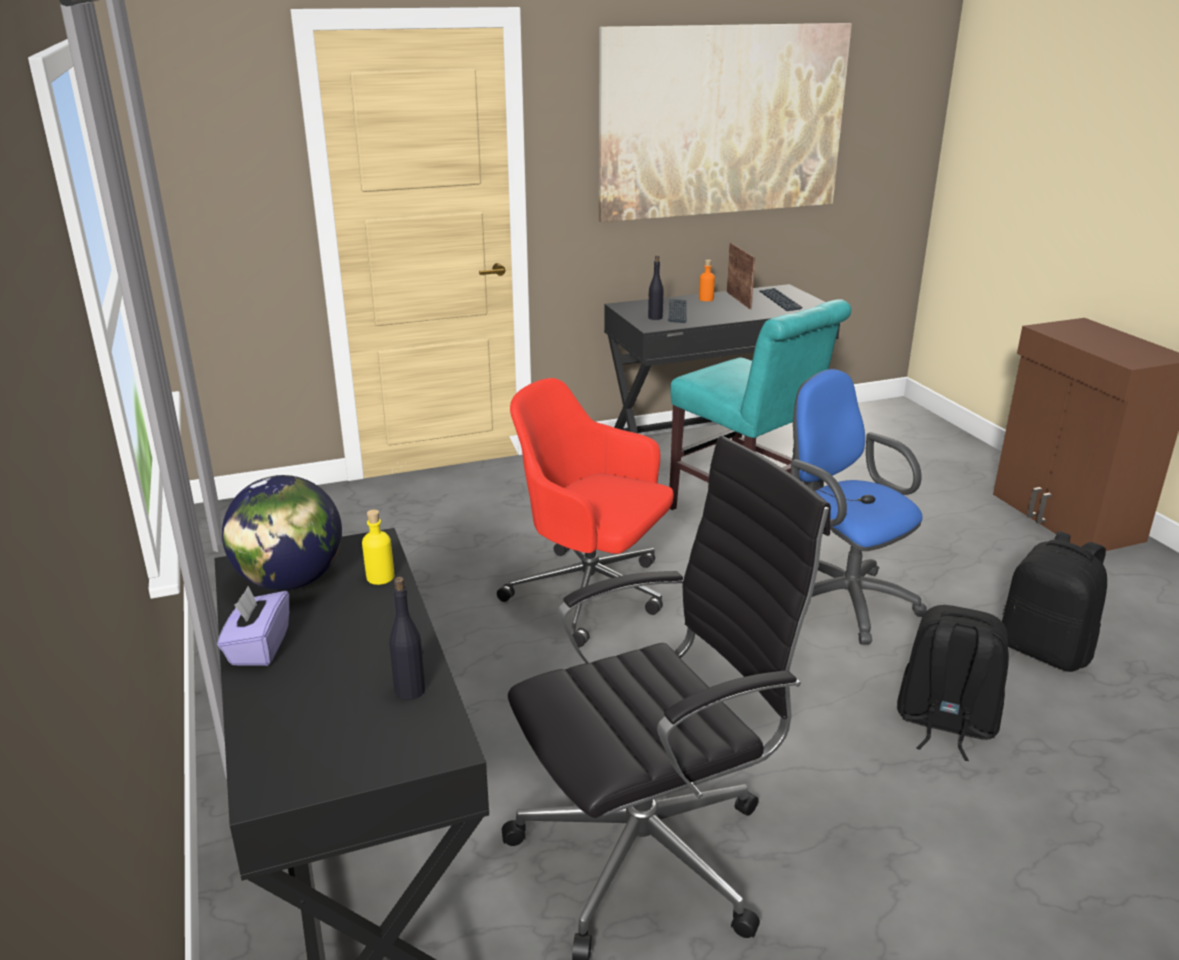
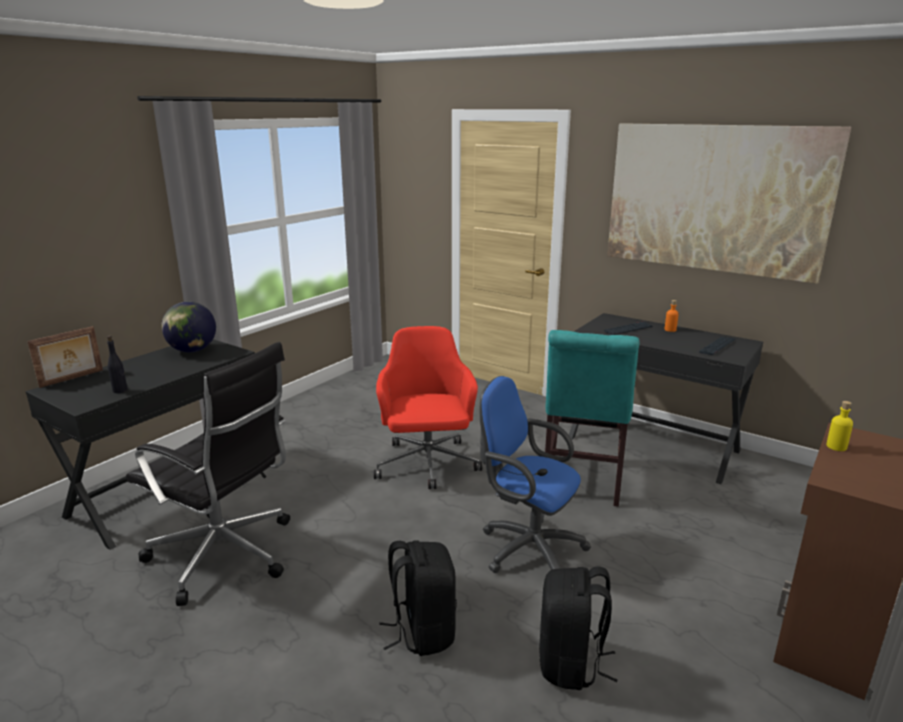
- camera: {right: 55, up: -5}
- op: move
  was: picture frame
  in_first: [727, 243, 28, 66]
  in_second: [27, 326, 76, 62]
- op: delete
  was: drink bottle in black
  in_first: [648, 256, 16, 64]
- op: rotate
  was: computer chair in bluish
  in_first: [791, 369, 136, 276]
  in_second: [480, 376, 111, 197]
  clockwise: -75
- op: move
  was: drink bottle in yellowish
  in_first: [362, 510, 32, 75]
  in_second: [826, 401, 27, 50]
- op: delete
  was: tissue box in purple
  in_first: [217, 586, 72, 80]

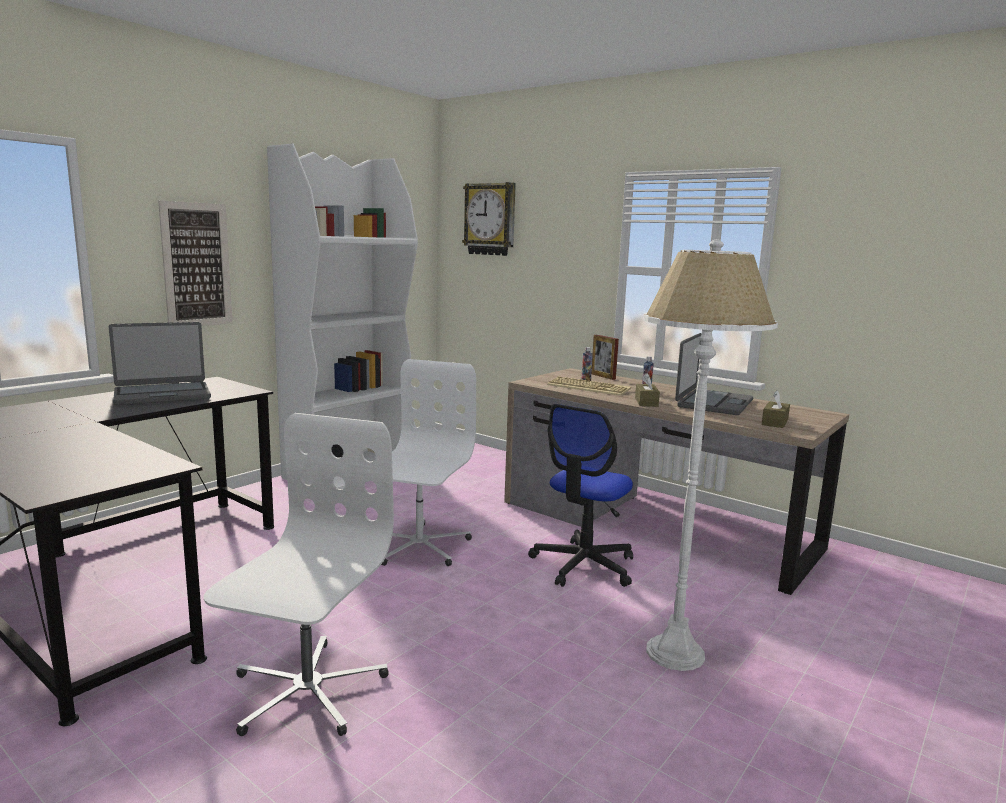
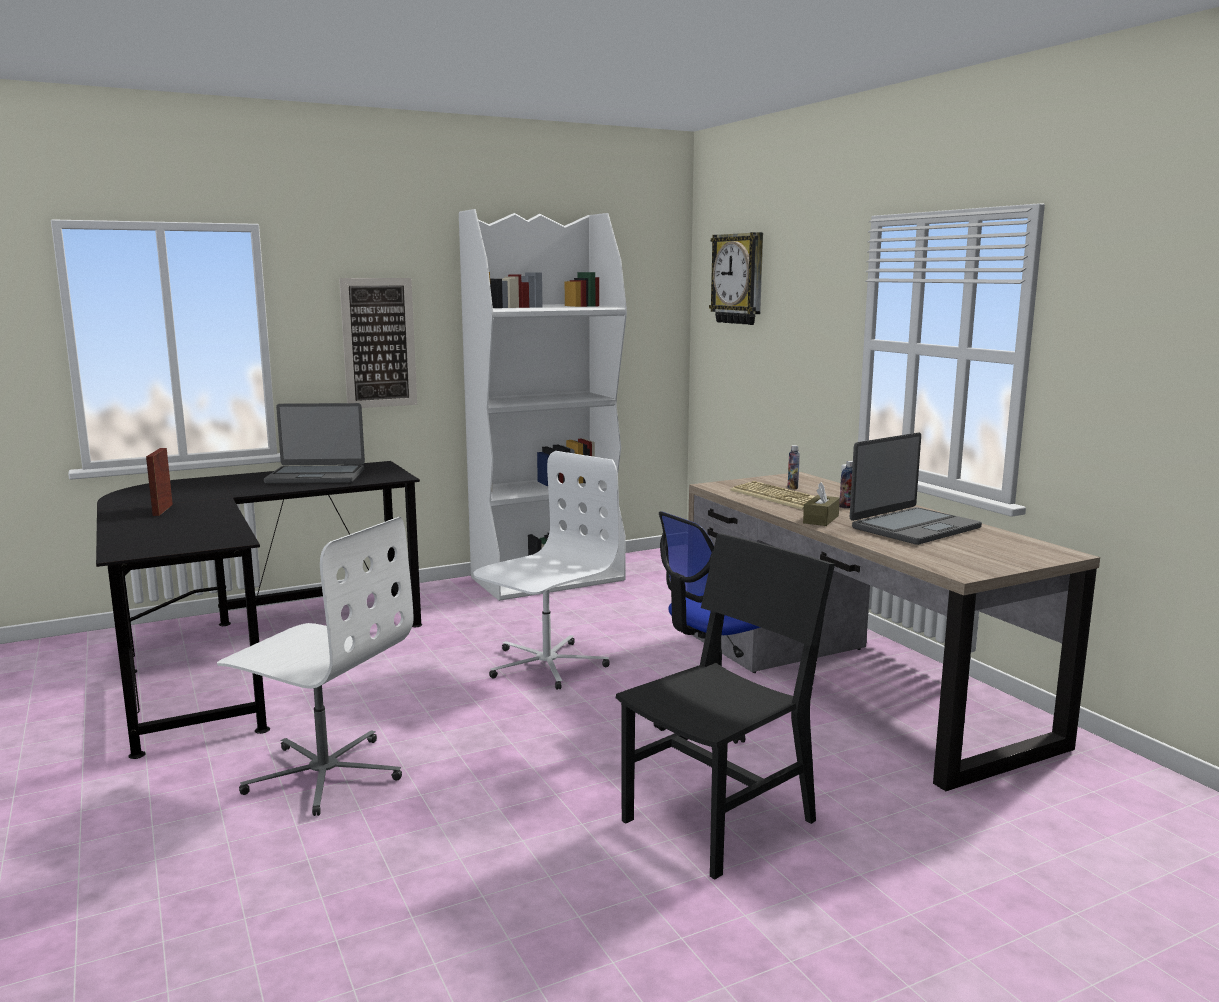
- camera: {right: 25, up: 0}
- op: replace
  was: floor lamp in white
  now: upright chair in black
  in_first: [643, 239, 135, 432]
  in_second: [616, 534, 219, 346]
- op: move
  was: picture frame
  in_first: [591, 335, 28, 45]
  in_second: [146, 448, 27, 68]
- op: delete
  was: tissue box in brown-coloured
  in_first: [762, 390, 28, 38]
- op: rotate
  was: computer chair in white
  in_first: [204, 413, 190, 323]
  in_second: [217, 517, 196, 299]
  clockwise: 75

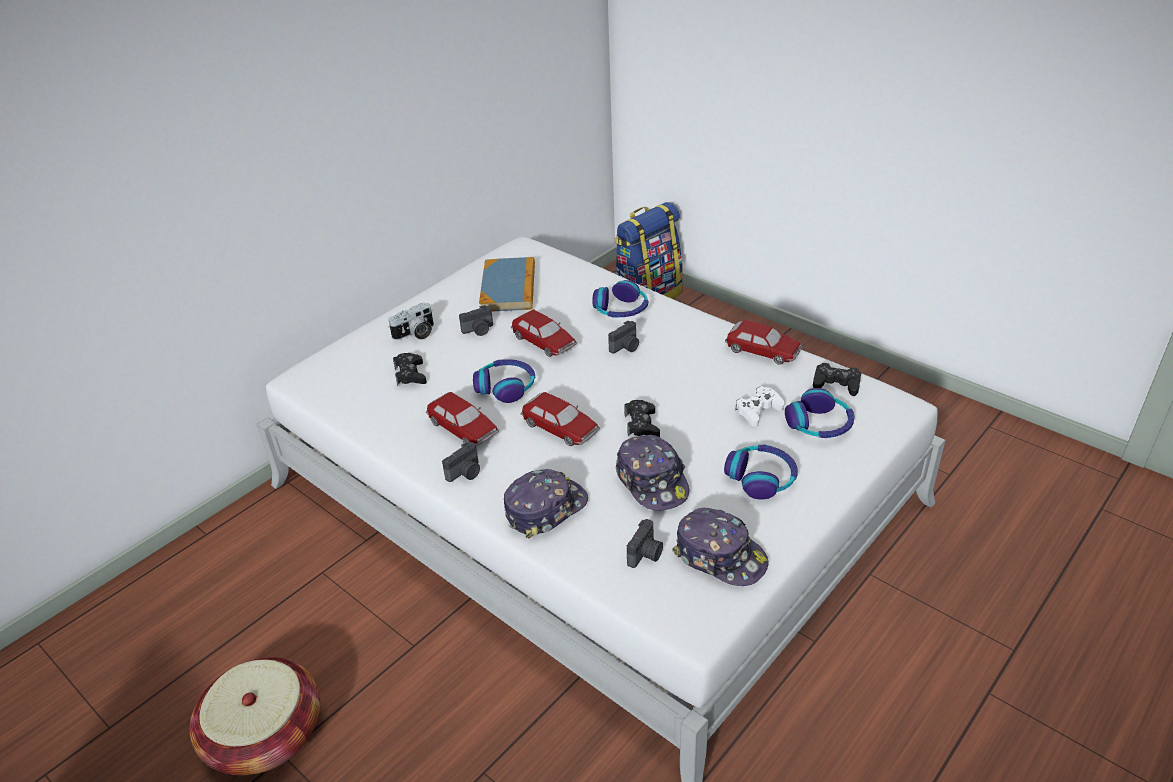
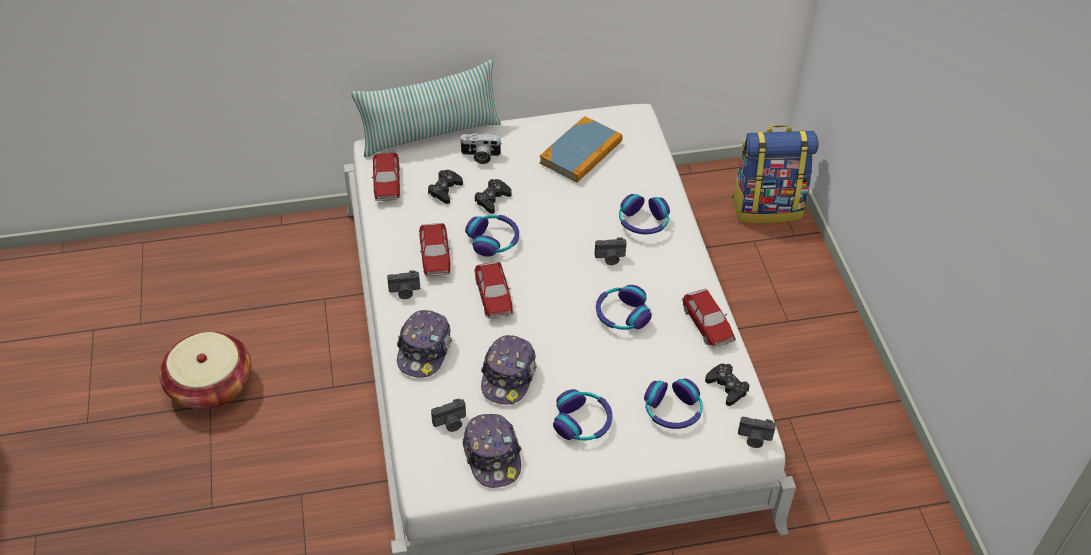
- camera: {right: 35, up: 10}
- op: move
  was: still camera
  in_first: [459, 305, 34, 31]
  in_second: [738, 417, 38, 31]
- op: move
  was: toy car
  in_first: [511, 310, 66, 47]
  in_second: [372, 153, 28, 48]
- op: delete
  was: game controller in white
  in_first: [735, 386, 49, 41]
- op: move
  was: game controller in black
  in_first: [624, 400, 36, 37]
  in_second: [475, 179, 37, 35]
- op: rotate
  was: peaked cap
  in_first: [504, 469, 84, 70]
  in_second: [397, 310, 55, 68]
  clockwise: 105
- op: insert
  now: pillow
  in_second: [351, 60, 150, 97]
- op: insert
  now: headphones
  in_second: [596, 285, 56, 45]

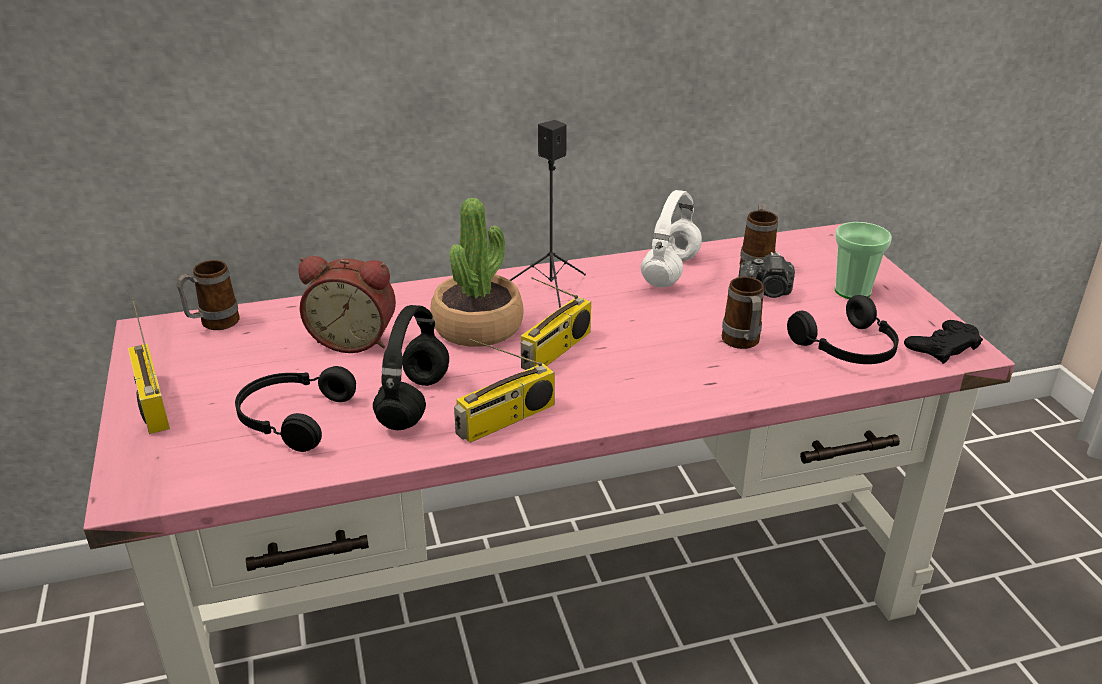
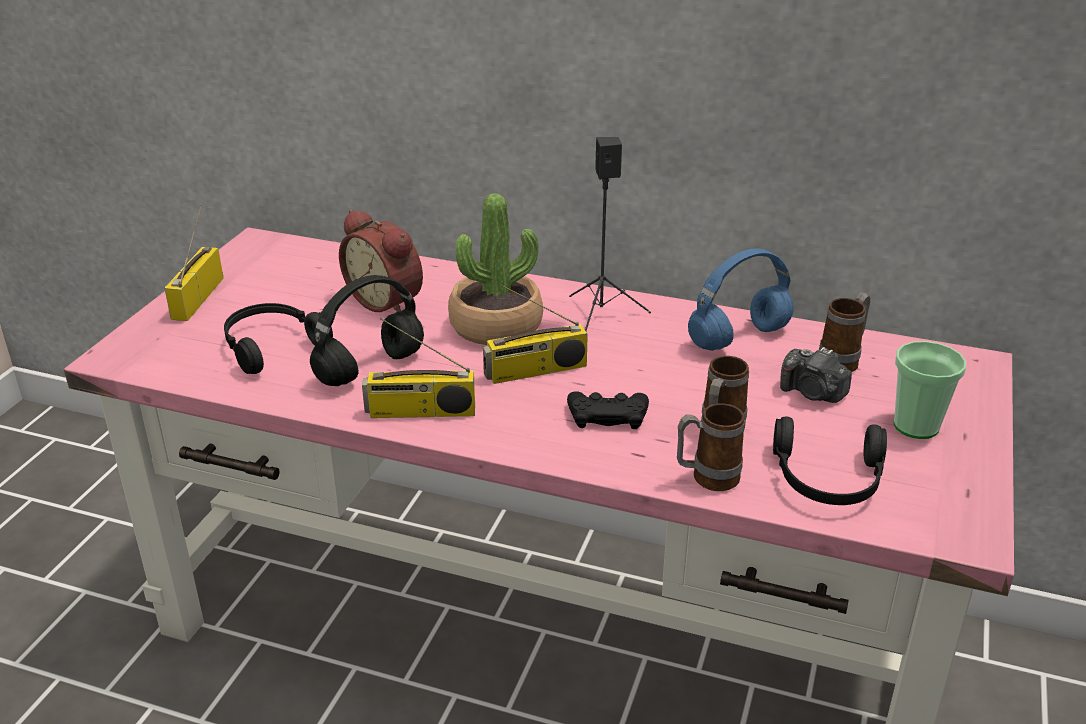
- camera: {right: 35, up: 0}
- op: recolor
  was: headphones in white
  now: headphones in bluish
  in_first: [641, 190, 61, 98]
  in_second: [688, 248, 106, 103]
- op: move
  was: coffee mug
  in_first: [177, 260, 63, 70]
  in_second: [677, 403, 68, 88]
- op: move
  was: game controller in black
  in_first: [904, 320, 79, 44]
  in_second: [567, 391, 82, 38]

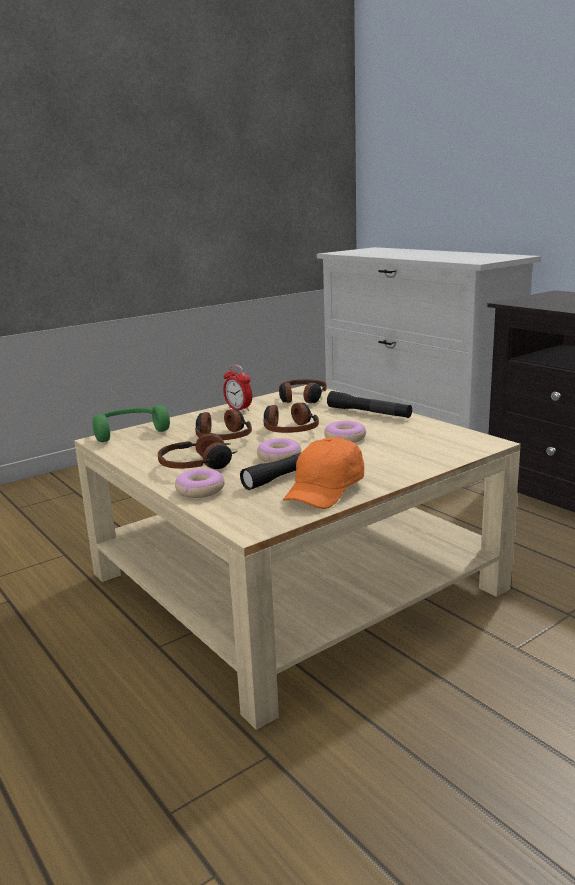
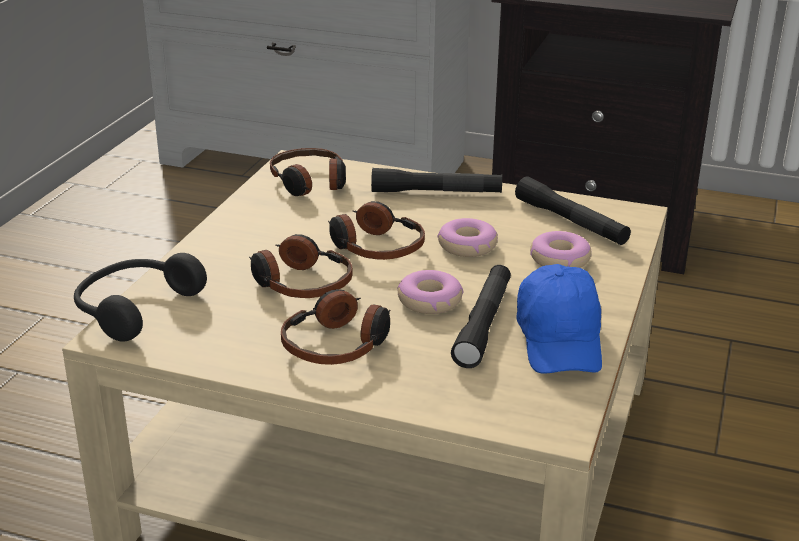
- camera: {right: -35, up: 10}
- op: delete
  was: bedside clock
  in_first: [223, 364, 29, 48]
- op: recolor
  was: headphones in green
  now: headphones in black
  in_first: [93, 405, 77, 37]
  in_second: [74, 253, 133, 89]
- op: recolor
  was: peaked cap in orange-coloured
  now: peaked cap in bluish
  in_first: [283, 437, 81, 72]
  in_second: [517, 264, 85, 110]
- op: move
  was: donut
  in_first: [175, 468, 50, 30]
  in_second: [530, 231, 62, 37]
- op: insert
  now: torch in black
  in_second: [515, 176, 116, 69]

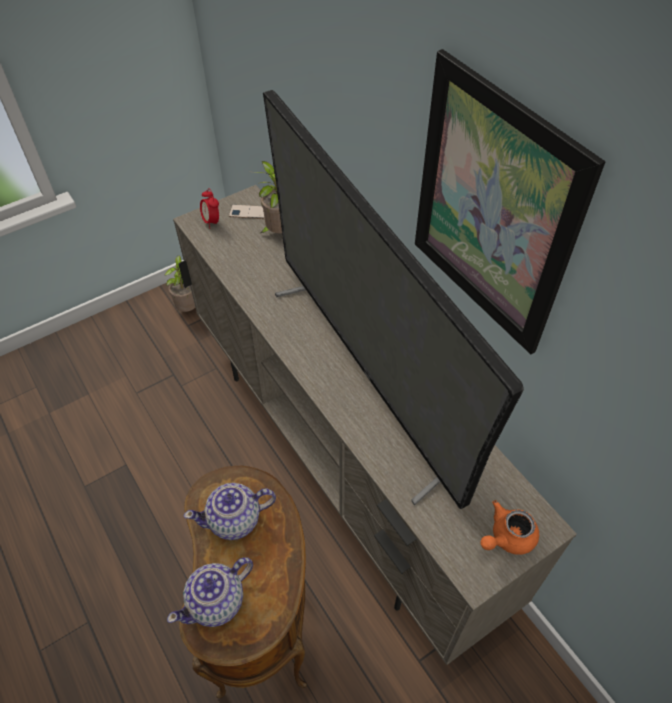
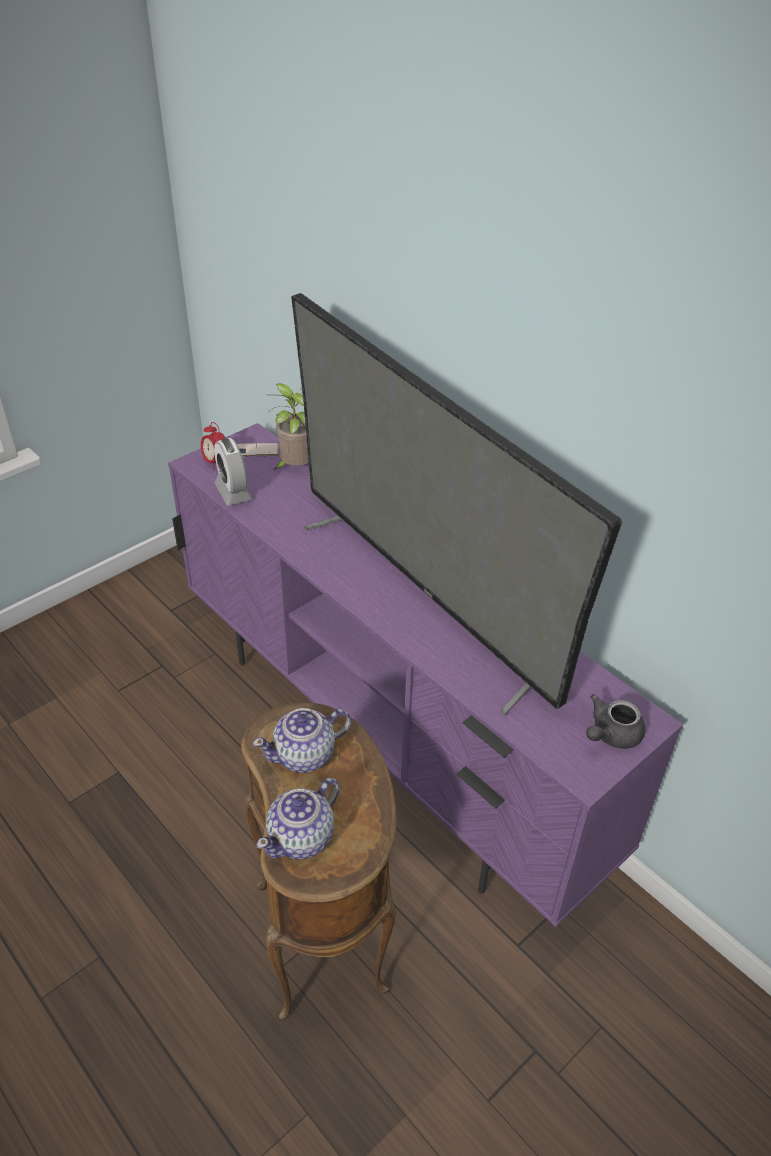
- camera: {right: -10, up: -10}
- op: delete
  was: wall art
  in_first: [415, 49, 190, 305]
- op: recolor
  was: tv stand in beige-coloured
  now: tv stand in purple
  in_first: [173, 185, 404, 480]
  in_second: [168, 423, 515, 504]
- op: delete
  was: plant in a pot
  in_first: [165, 255, 30, 57]
- op: recolor
  was: tea pot in orange-coloured
  now: tea pot in greyish
  in_first: [481, 500, 58, 55]
  in_second: [586, 694, 59, 55]
- op: insert
  now: bedside clock
  in_second: [214, 438, 38, 68]

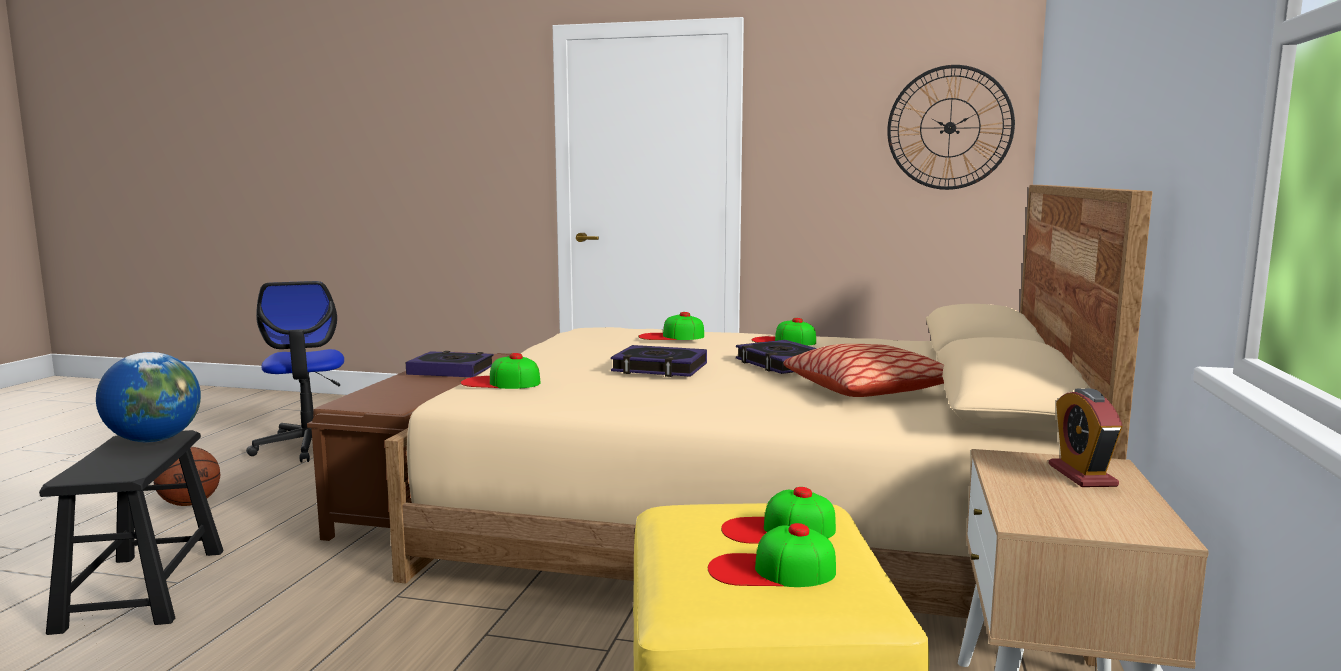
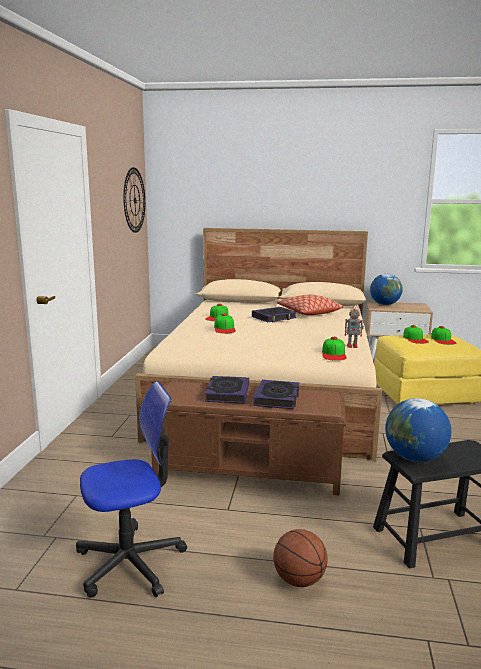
- camera: {right: -95, up: 5}
- op: move
  was: volume
  in_first: [611, 345, 96, 32]
  in_second: [253, 380, 46, 29]
- op: replace
  was: bedside clock
  now: desk globe
  in_first: [1049, 388, 73, 99]
  in_second: [370, 274, 33, 31]
- op: insert
  now: toy robot
  in_second: [345, 305, 19, 43]

